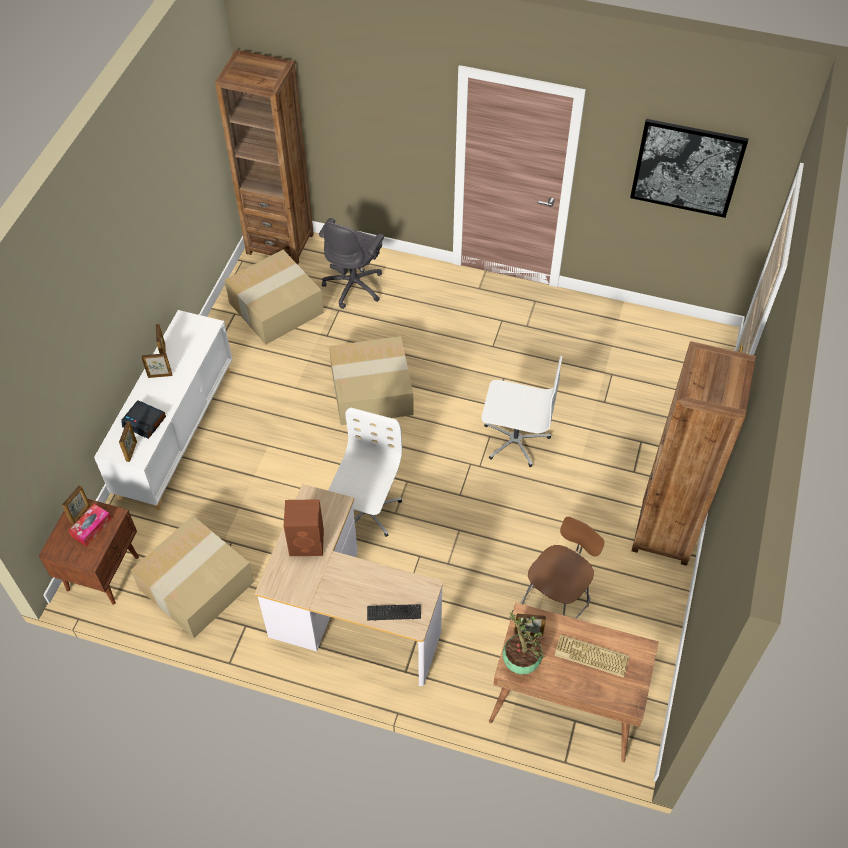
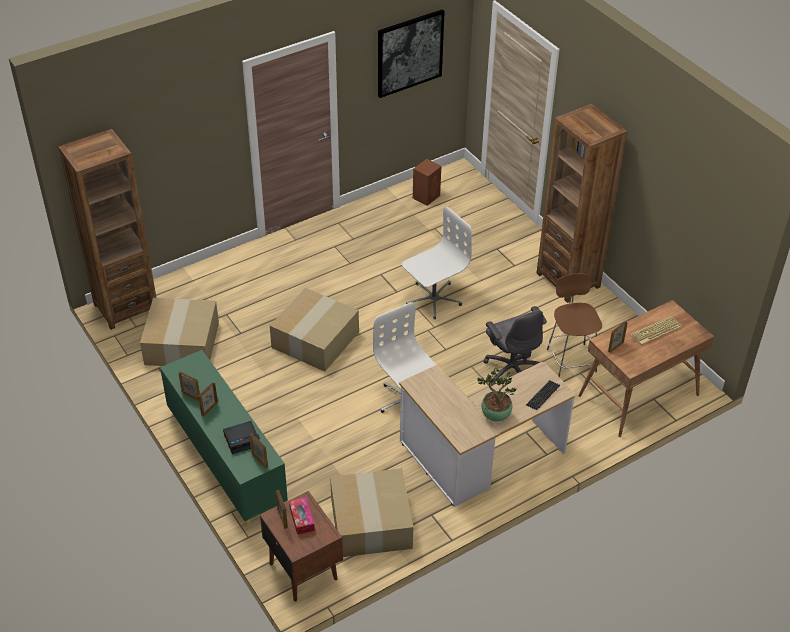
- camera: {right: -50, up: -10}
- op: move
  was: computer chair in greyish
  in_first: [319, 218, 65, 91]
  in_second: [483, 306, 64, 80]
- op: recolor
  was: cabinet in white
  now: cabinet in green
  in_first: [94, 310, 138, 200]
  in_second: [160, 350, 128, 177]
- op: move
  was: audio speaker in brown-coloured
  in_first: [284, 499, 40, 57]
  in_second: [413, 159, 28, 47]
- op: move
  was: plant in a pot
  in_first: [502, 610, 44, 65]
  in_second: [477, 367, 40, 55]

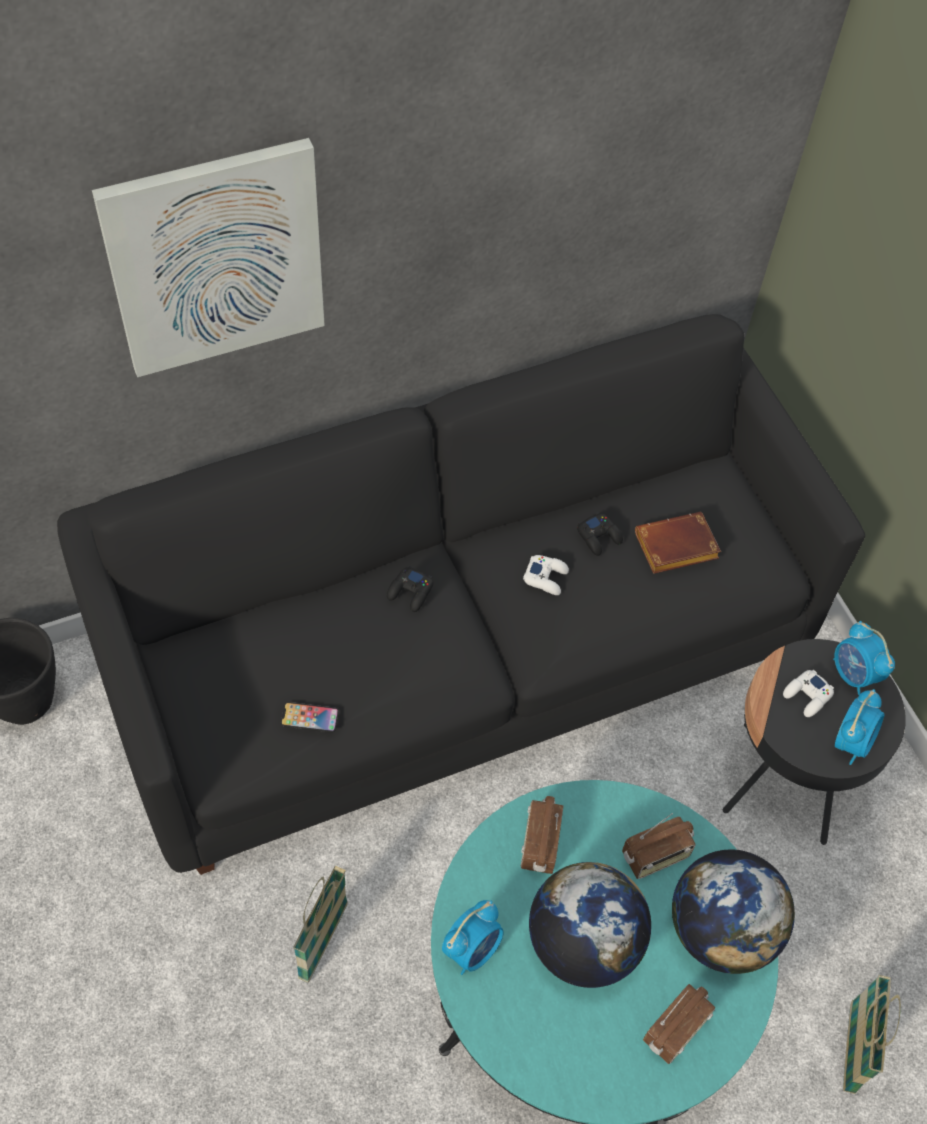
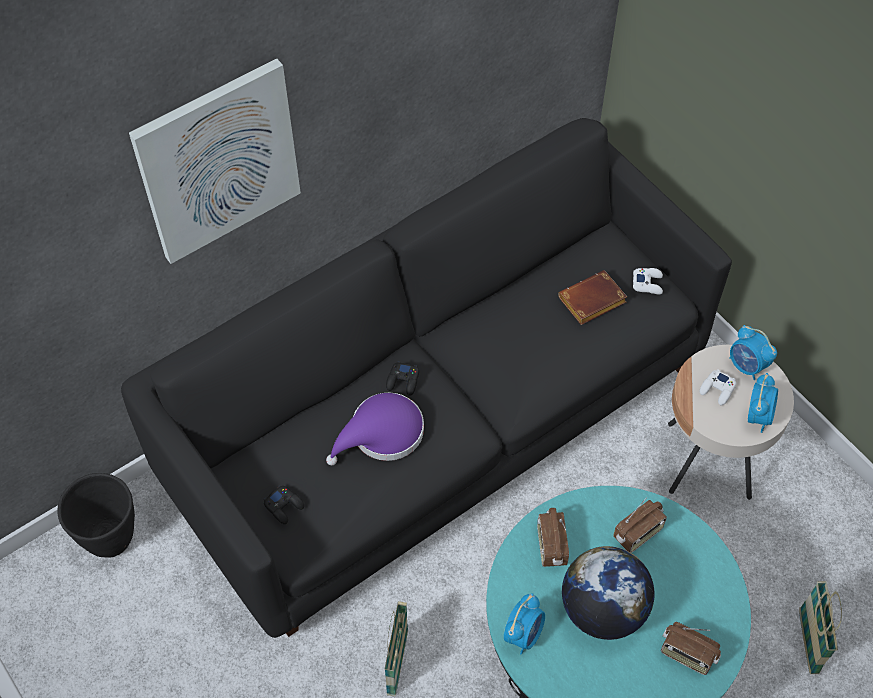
- camera: {right: -10, up: 0}
- op: move
  was: game controller in black
  in_first: [577, 512, 46, 44]
  in_second: [264, 485, 40, 39]
- op: move
  was: game controller in white
  in_first: [523, 555, 46, 40]
  in_second: [633, 268, 30, 26]
- op: recolor
  was: accent table in black
  now: accent table in beige-coloured
  in_first: [723, 639, 183, 206]
  in_second: [668, 345, 126, 155]
- op: delete
  was: handset
  in_first: [281, 702, 58, 31]
- op: delete
  was: desk globe
  in_first: [672, 850, 123, 124]
- op: rotate
  was: radio set
  in_first: [643, 984, 72, 80]
  in_second: [661, 622, 60, 53]
  clockwise: 90
- op: insert
  now: hat in purple
  in_second: [326, 393, 98, 72]

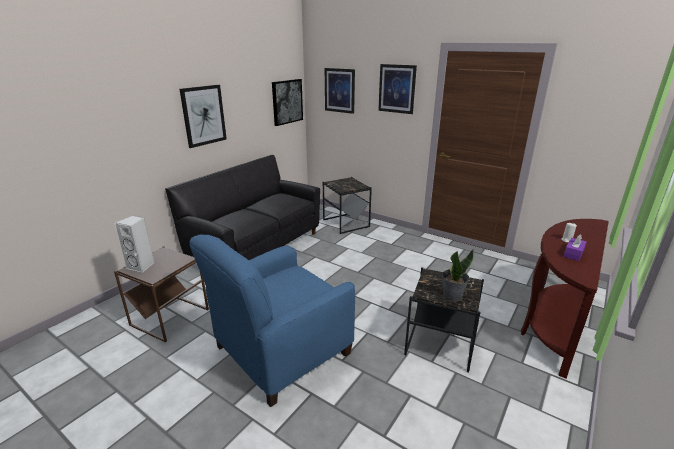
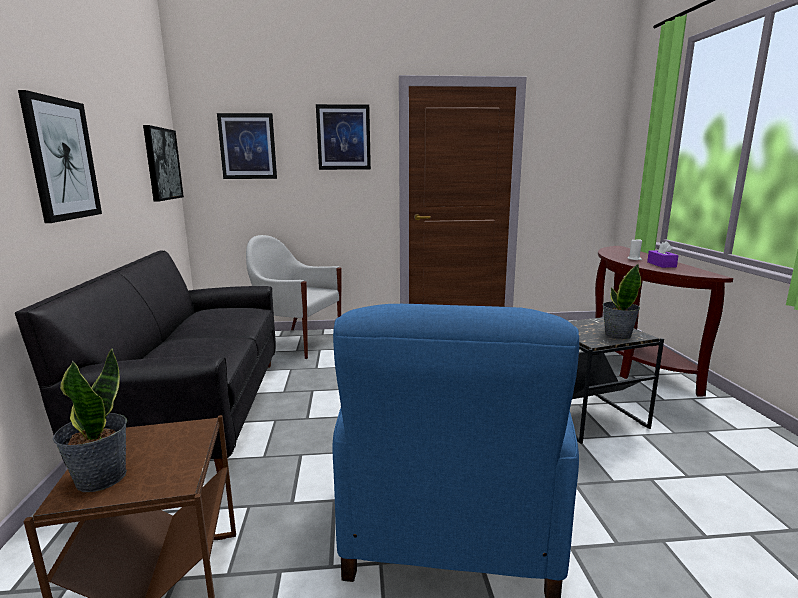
- camera: {right: -40, up: -10}
- op: replace
  was: accent table in black
  now: armchair in white
  in_first: [323, 177, 49, 57]
  in_second: [246, 235, 95, 124]
- op: replace
  was: audio speaker in white
  now: plant in a pot
  in_first: [114, 216, 41, 57]
  in_second: [53, 348, 74, 144]

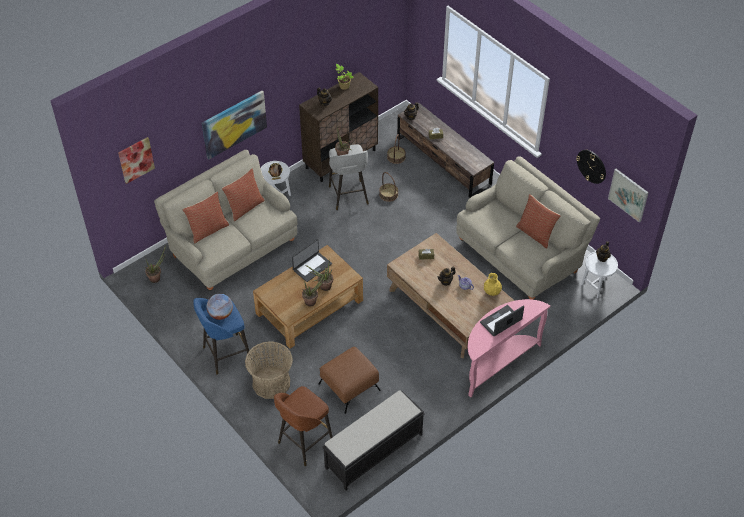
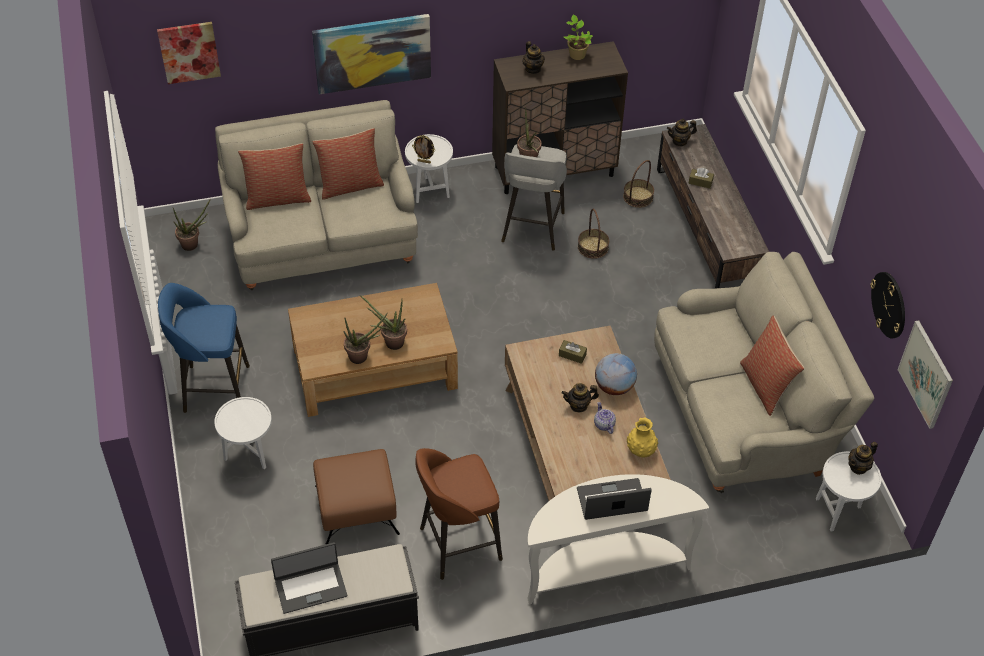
- camera: {right: 25, up: 0}
- op: move
  was: laptop
  in_first: [292, 239, 40, 43]
  in_second: [271, 542, 76, 72]
- op: move
  was: desk globe
  in_first: [207, 294, 26, 26]
  in_second: [595, 353, 42, 42]
- op: recolor
  was: narrow table in pinkish
  now: narrow table in white
  in_first: [468, 299, 82, 98]
  in_second: [527, 474, 182, 130]
- op: replace
  was: household basket
  now: accent table in white
  in_first: [245, 341, 48, 58]
  in_second: [214, 397, 58, 72]
- op: move
  was: stool in brown-coloured
  in_first: [274, 386, 59, 80]
  in_second: [415, 448, 88, 132]

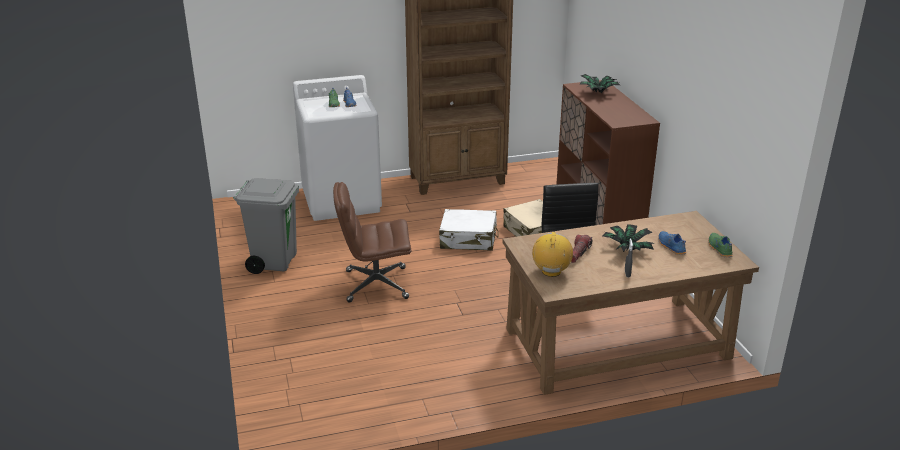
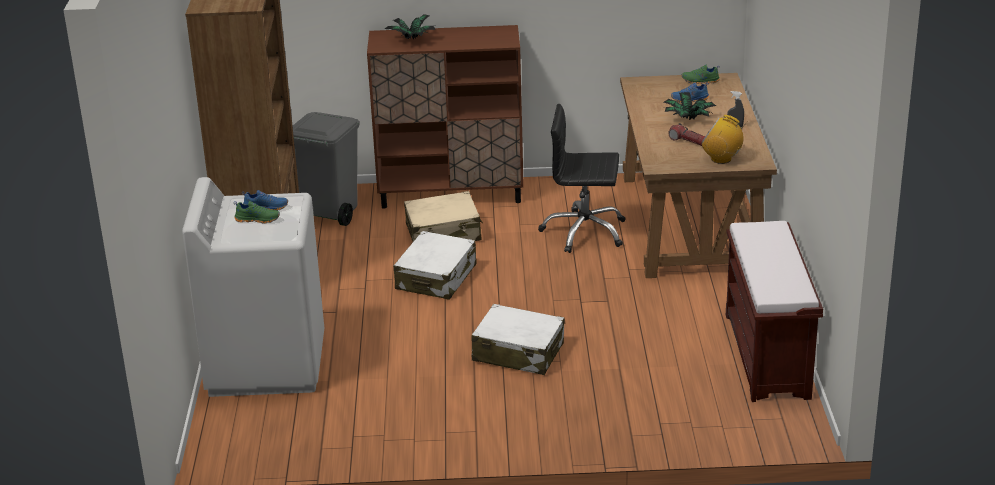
- camera: {right: -75, up: 0}
- op: move
  was: trash can in greyish
  in_first: [233, 178, 66, 96]
  in_second: [293, 112, 66, 114]
- op: replace
  was: computer chair in brown-coloured
  now: piece of luggage in white
  in_first: [333, 182, 78, 120]
  in_second: [471, 304, 94, 71]
- op: insert
  now: indoor bench in brown-coloured
  in_second: [726, 221, 97, 181]

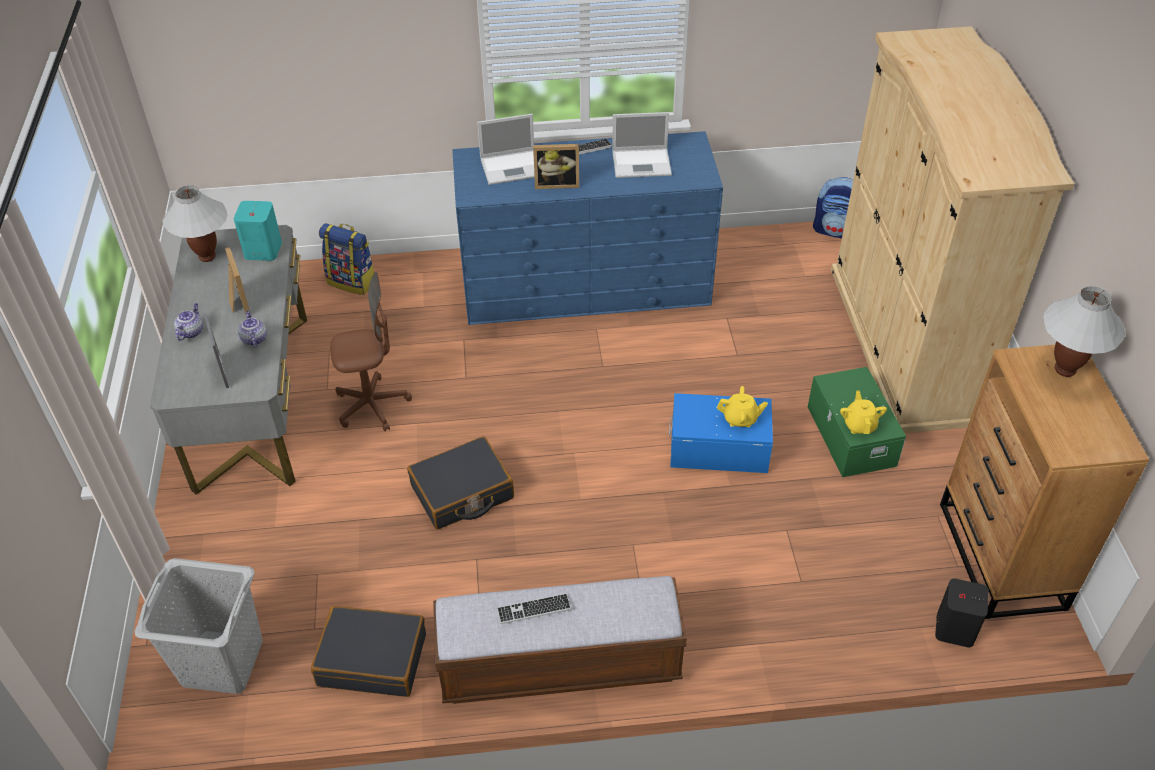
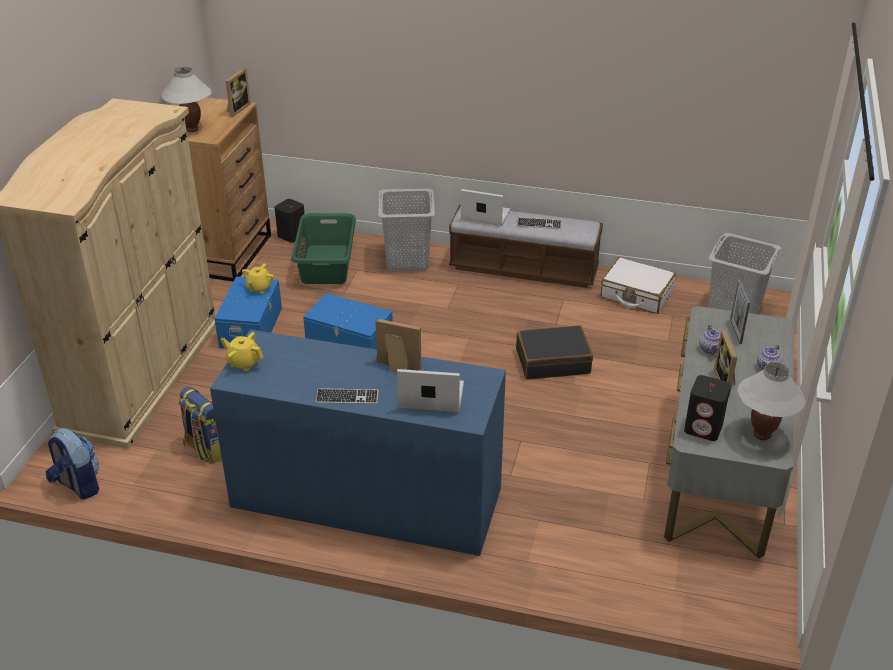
- camera: {right: -160, up: -10}
- op: move
  was: laptop
  in_first: [612, 112, 60, 66]
  in_second: [461, 189, 49, 37]
- op: recolor
  was: audio speaker in blue-green
  now: audio speaker in black
  in_first: [234, 201, 48, 60]
  in_second: [684, 375, 47, 66]
- op: move
  was: rucksack
  in_first: [319, 223, 56, 72]
  in_second: [178, 387, 44, 77]
- op: delete
  was: computer chair in brown-coloured
  in_first: [330, 272, 82, 159]
- op: recolor
  was: storage bin in green
  now: storage bin in bluish
  in_first: [808, 367, 98, 110]
  in_second: [214, 277, 68, 72]
- op: move
  was: tea pot in yellowish
  in_first: [717, 386, 51, 41]
  in_second: [220, 332, 43, 39]
- op: recolor
  was: piece of luggage in black
  now: piece of luggage in white
  in_first: [311, 606, 115, 91]
  in_second: [601, 257, 75, 57]
- op: insert
  now: picture frame
  in_second: [225, 68, 26, 49]
- op: insert
  now: laundry basket in greyish
  in_second: [378, 189, 57, 82]
- op: insert
  now: laundry basket in green
  in_second: [292, 213, 64, 71]

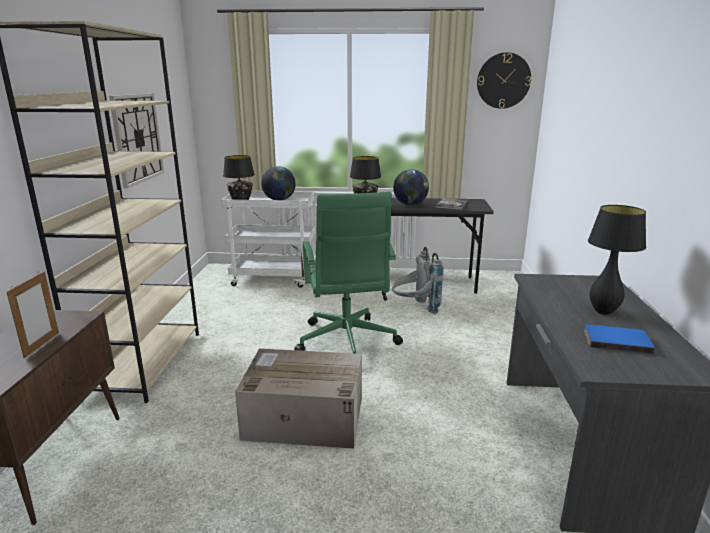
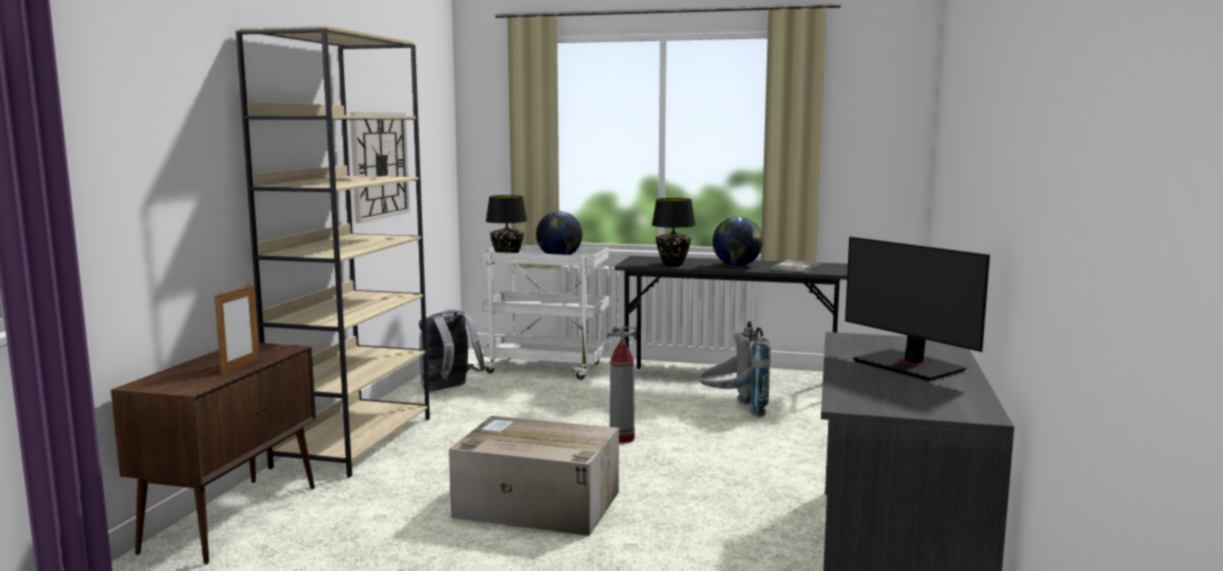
- camera: {right: 10, up: -10}
- op: delete
  was: hanging clock
  in_first: [477, 52, 54, 57]
- op: replace
  was: computer chair in green
  now: extinguisher
  in_first: [294, 192, 109, 161]
  in_second: [607, 326, 30, 117]
- op: replace
  was: table lamp in black
  now: computer display
  in_first: [588, 205, 58, 110]
  in_second: [845, 237, 145, 144]
- op: delete
  was: volume in bluish
  in_first: [584, 324, 71, 30]
- op: insert
  now: rucksack in greyish
  in_second: [419, 310, 67, 81]

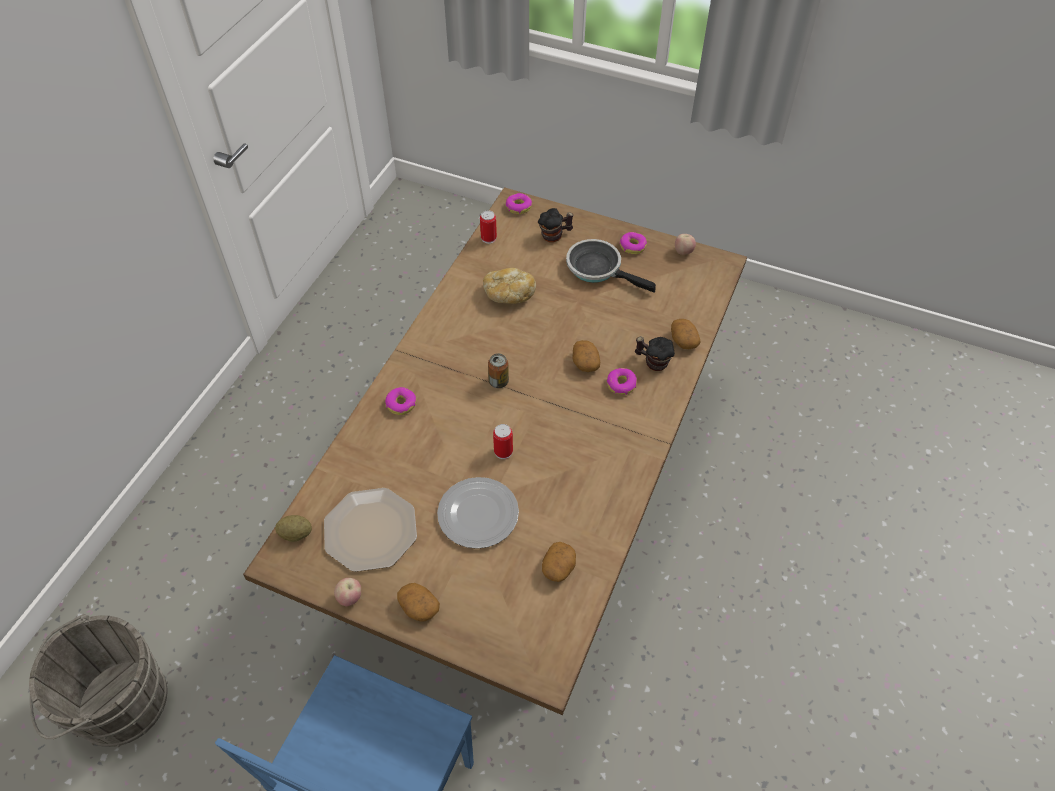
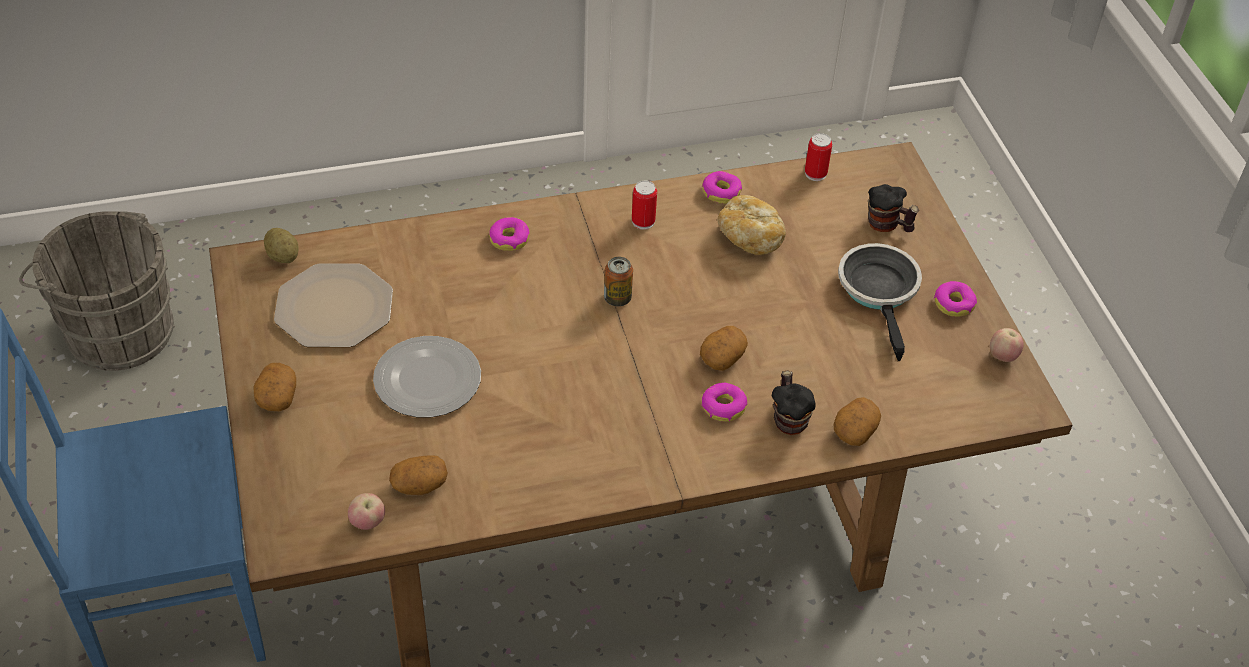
- camera: {right: 50, up: -5}
- op: move
  was: donut
  in_first: [505, 193, 27, 21]
  in_second: [702, 171, 40, 33]
- op: move
  was: can
  in_first: [493, 424, 20, 35]
  in_second: [632, 181, 25, 49]
- op: move
  was: apple
  in_first: [334, 578, 27, 28]
  in_second: [348, 493, 37, 37]

